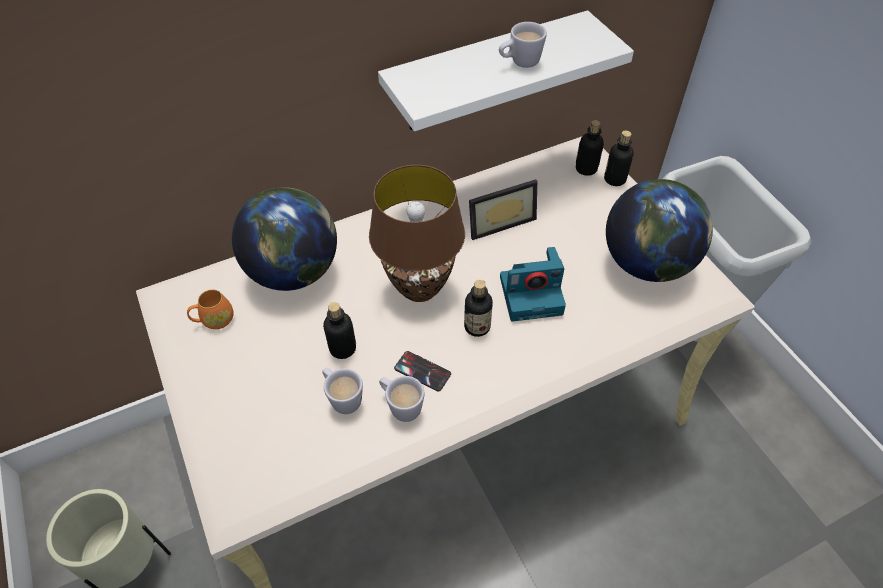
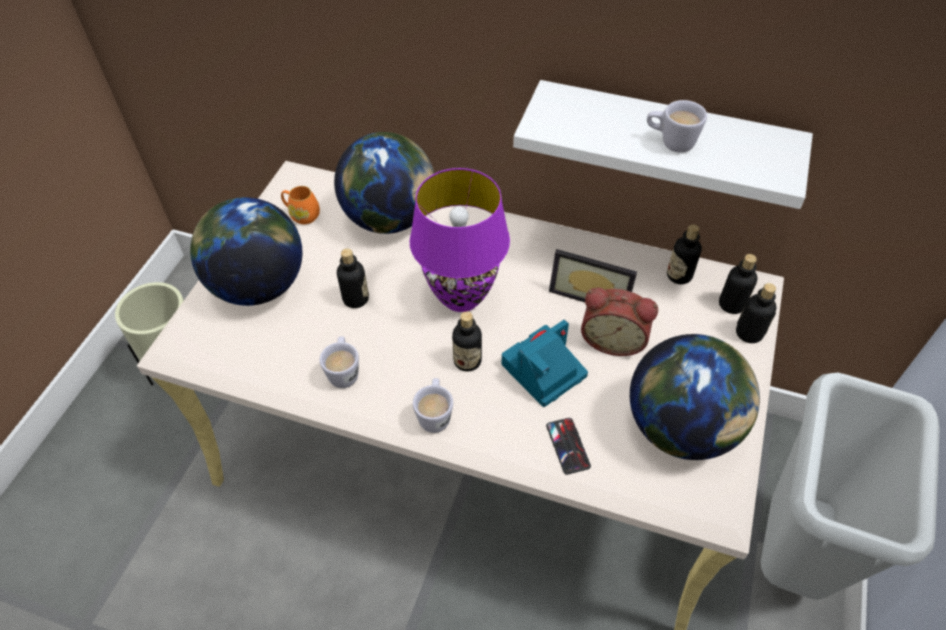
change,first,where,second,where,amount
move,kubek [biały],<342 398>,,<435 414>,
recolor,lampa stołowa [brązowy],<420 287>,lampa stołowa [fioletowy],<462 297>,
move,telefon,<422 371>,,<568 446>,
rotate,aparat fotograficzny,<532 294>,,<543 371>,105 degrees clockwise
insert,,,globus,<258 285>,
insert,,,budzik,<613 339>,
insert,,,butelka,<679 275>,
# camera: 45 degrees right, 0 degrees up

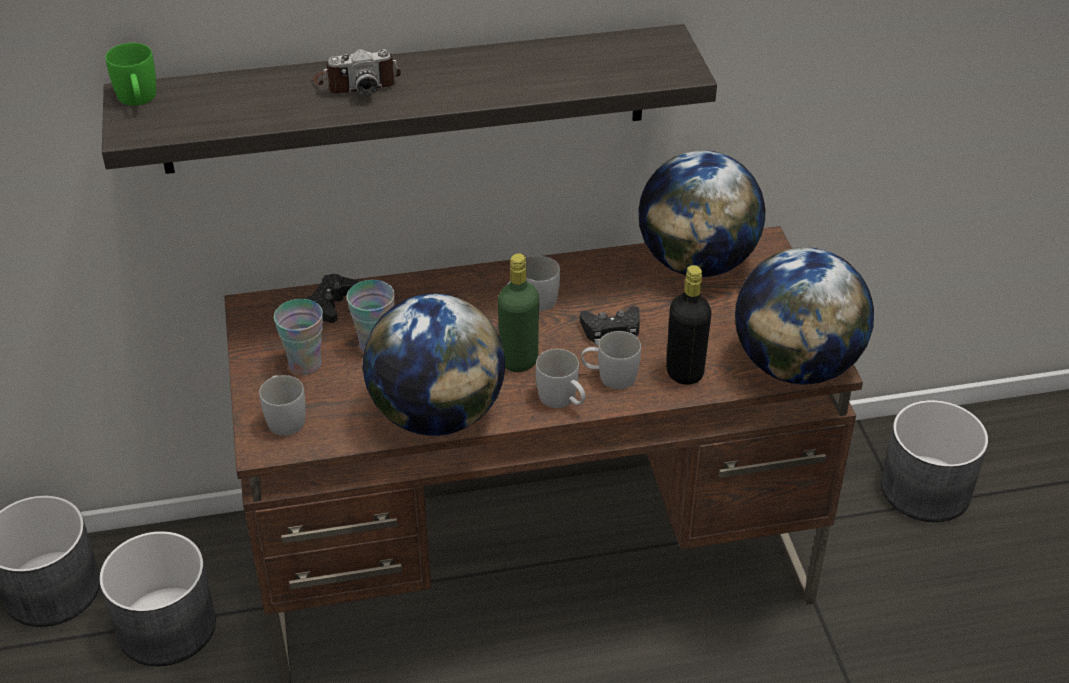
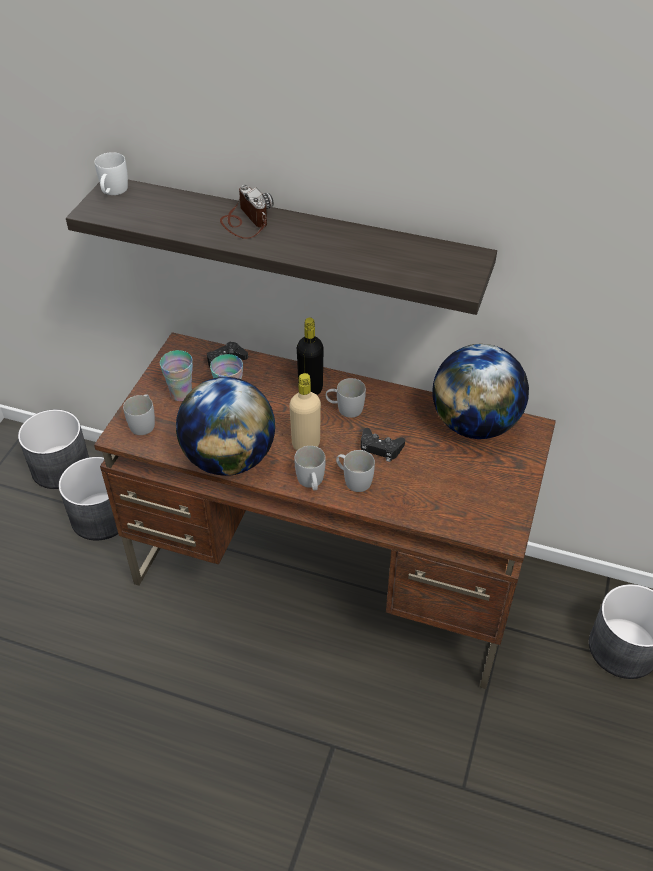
change,first,where,second,where,amount
recolor,kubek [zielony],<138 100>,kubek [biały],<113 192>,
rotate,aparat fotograficzny,<357 82>,,<245 221>,135 degrees counterclockwise
recolor,butelka [zielony],<519 361>,butelka [beżowy],<306 444>,
move,butelka [czarny],<684 373>,,<310 388>,
delete,globus,<796 366>,,,
# camera: 30 degrees right, 5 degrees up

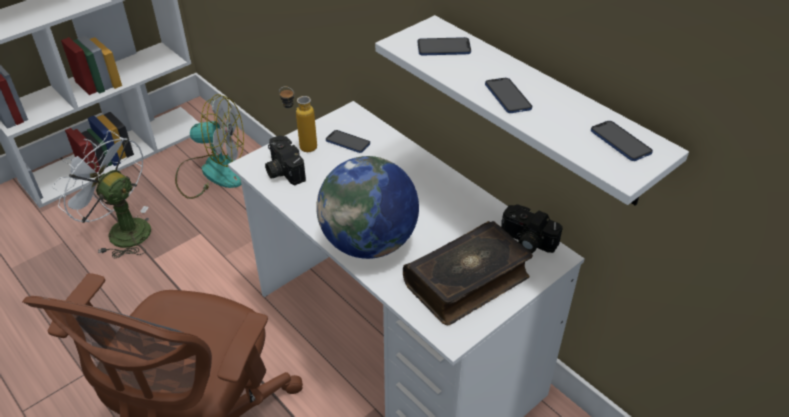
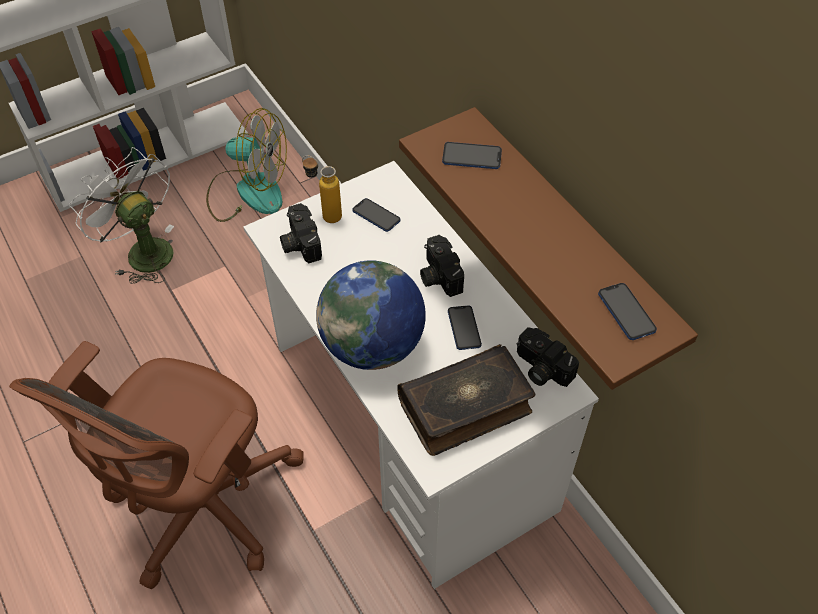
change,first,where,second,where,amount
recolor,półka [biały],<541 110>,półka [brązowy],<569 240>,
move,telefon,<507 97>,,<464 328>,
insert,,,aparat fotograficzny,<437 275>,
# camera: 10 degrees right, 10 degrees up

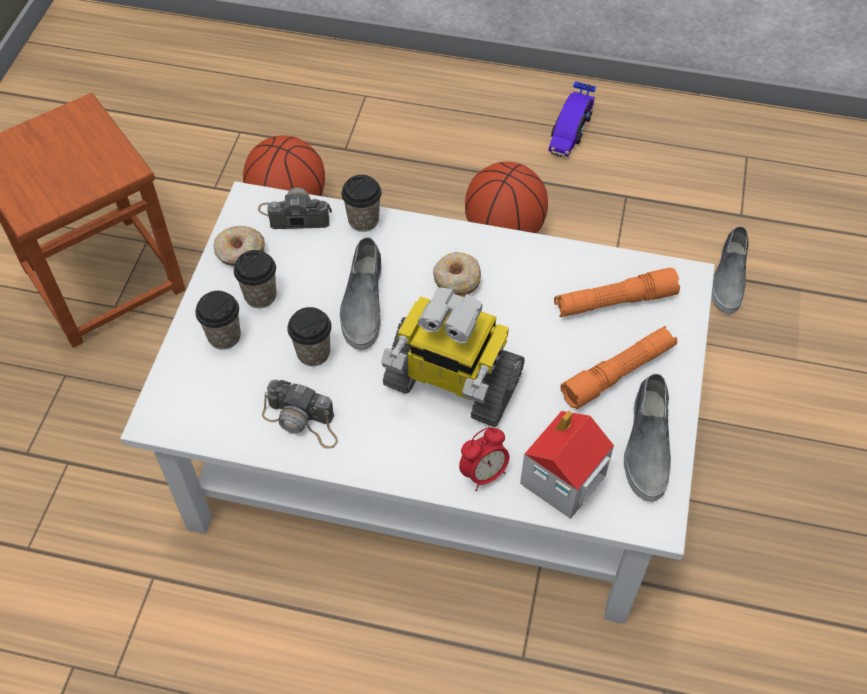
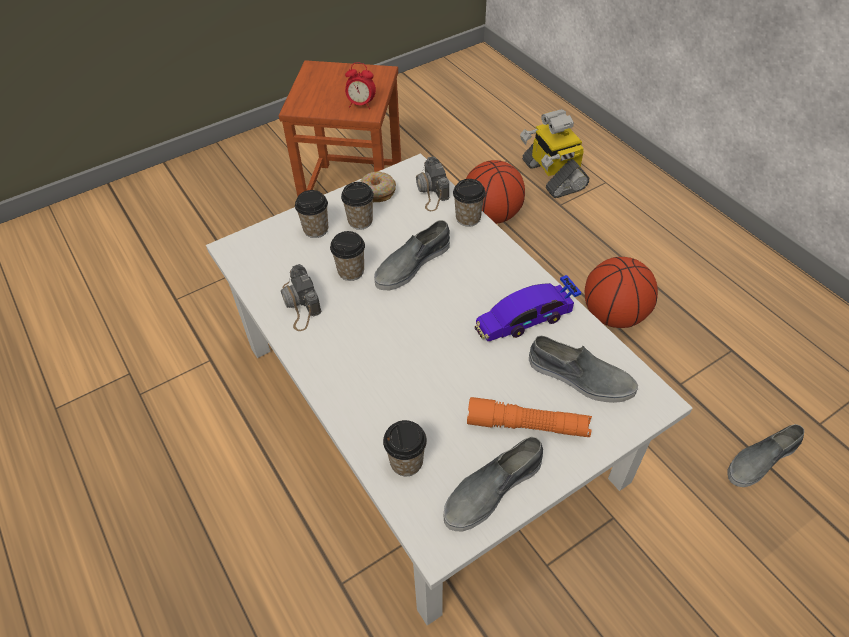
change,first,where,second,where,amount
rotate,aparat fotograficzny,<294 215>,,<431 190>,150 degrees counterclockwise
move,robot zabawkowy,<451 382>,,<552 175>,
delete,donut,<456 280>,,,
move,budzik,<483 473>,,<361 104>,
replace,domek,<562 480>,filiżanka,<406 462>,
move,samochodzik,<570 129>,,<525 319>,
replace,latarka [pomarańczowy],<614 302>,but [szary],<580 377>,
# camera: 45 degrees right, 5 degrees down

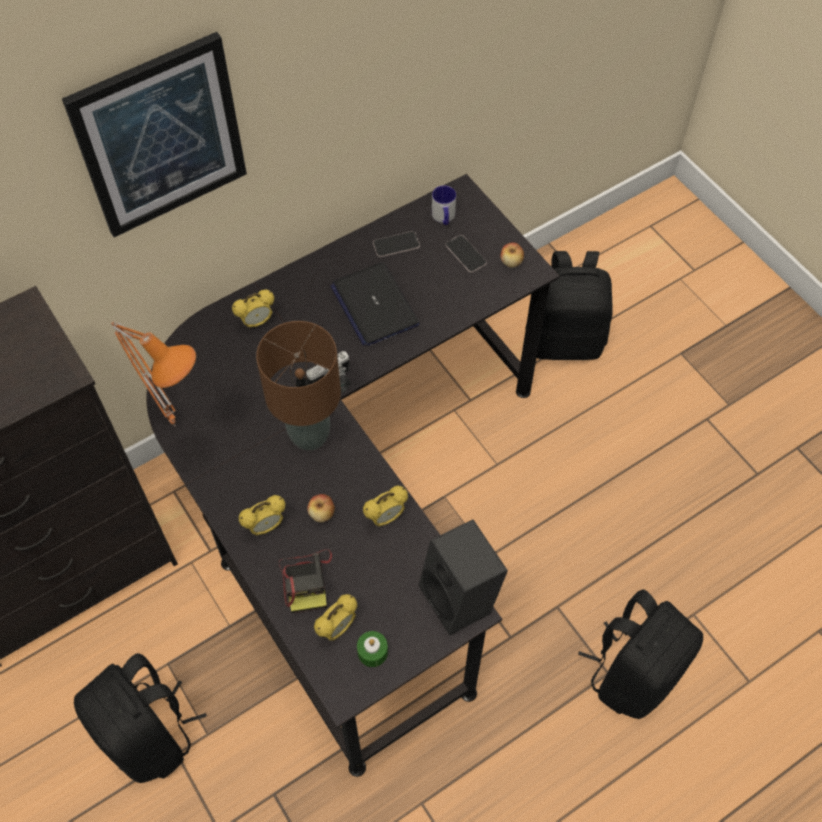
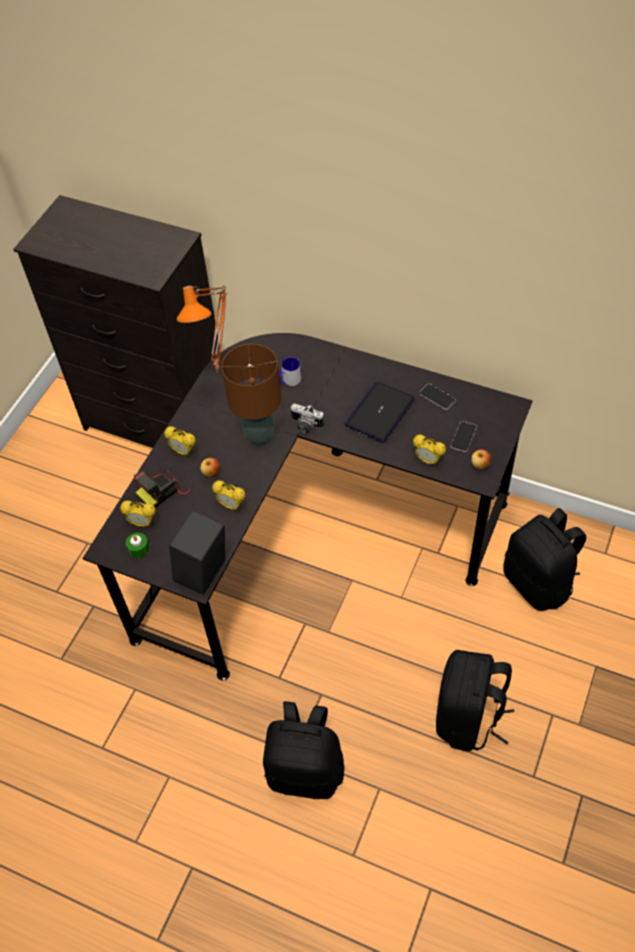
change,first,where,second,where,amount
delete,obraz,<160 137>,,,
move,plecak [czarny],<150 734>,,<468 718>,
move,budzik,<257 322>,,<428 460>,
move,kubek,<444 217>,,<289 381>,
# camera: 60 degrees right, 5 degrees down

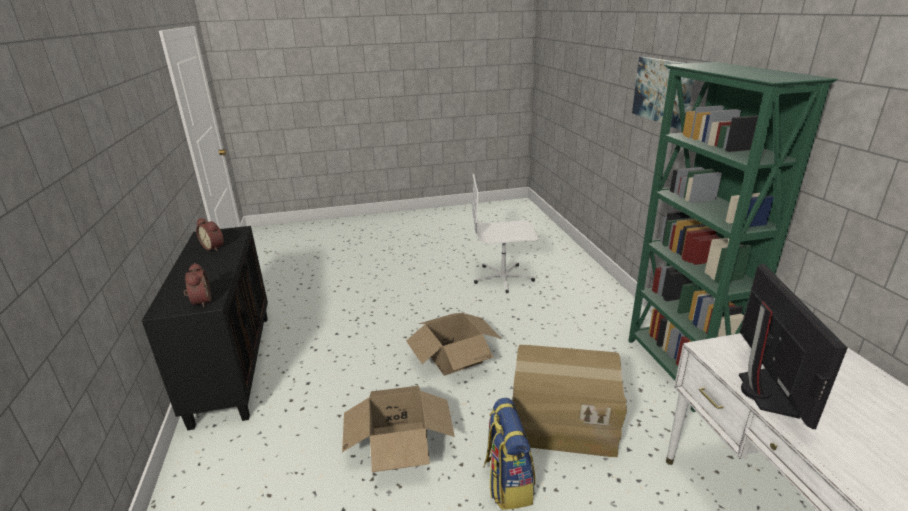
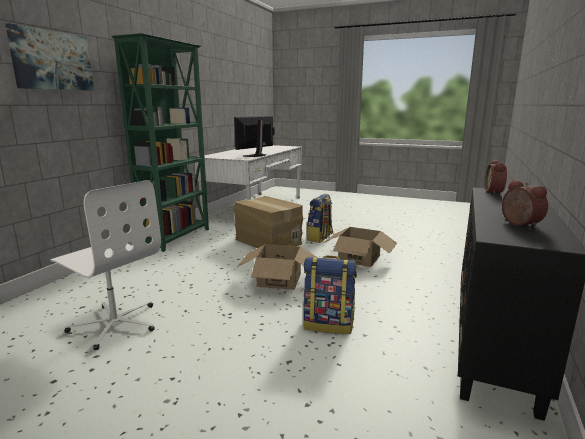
change,first,where,second,where,amount
insert,,,plecak,<329 324>,
# camera: 145 degrees left, 10 degrees down

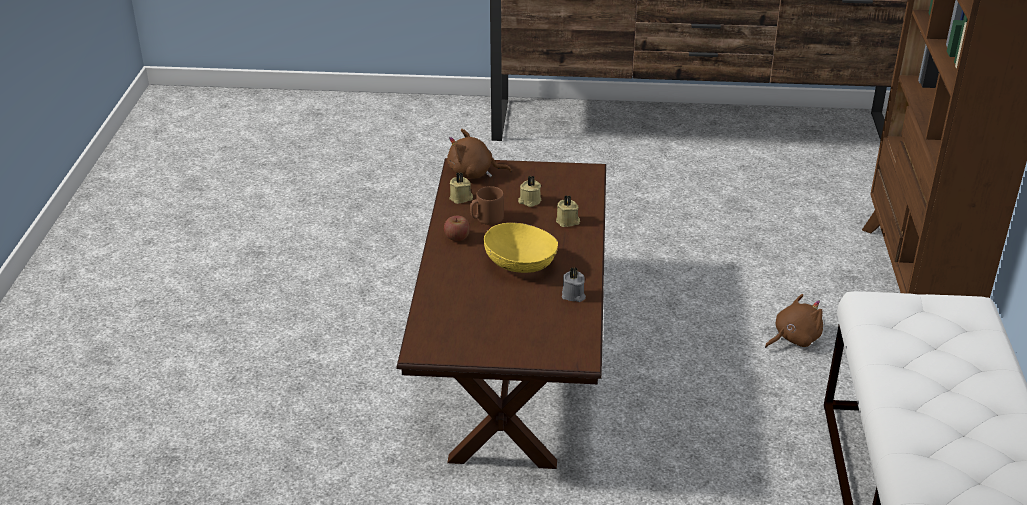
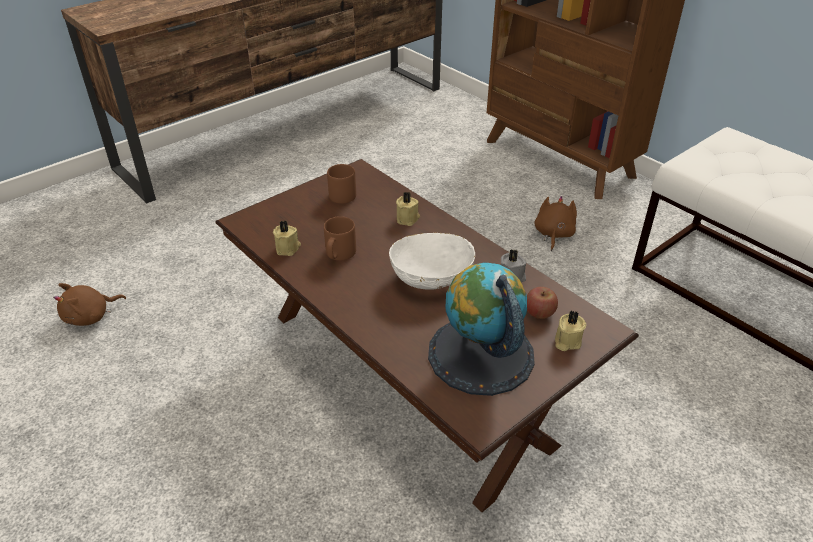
change,first,where,second,where,amount
move,jabłko,<457 237>,,<539 313>,
move,pluszak [brązowy],<474 173>,,<91 316>,
recolor,miska [żółty],<521 265>,miska [biały],<431 278>,
move,świeca [beżowy],<529 201>,,<566 341>,
insert,,,kubek [brązowy],<343 194>,
insert,,,globus,<480 354>,
# camera: 45 degrees left, 5 degrees up

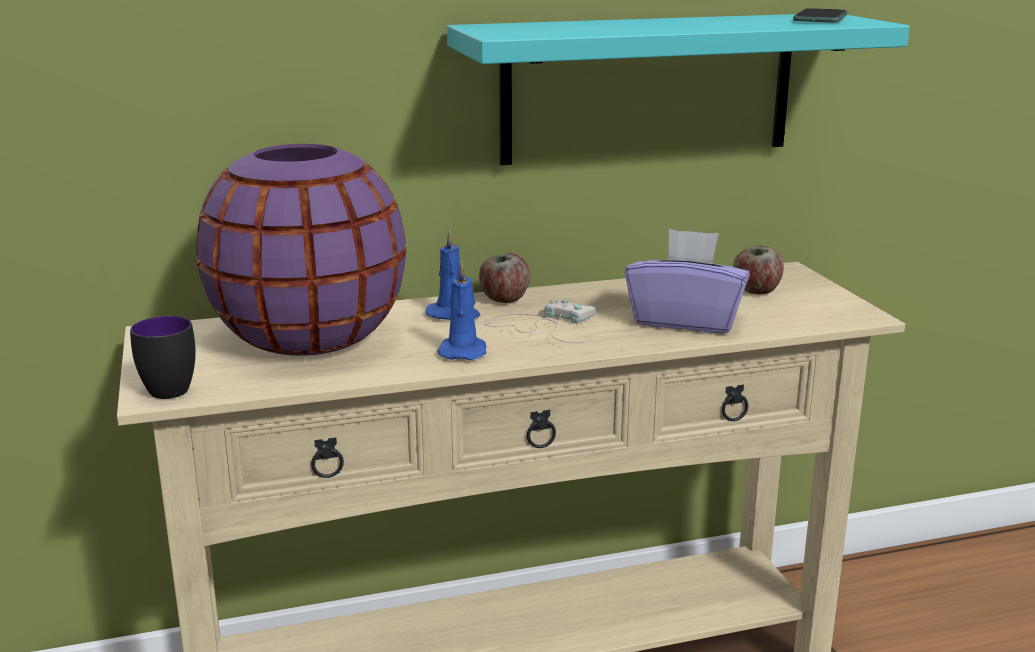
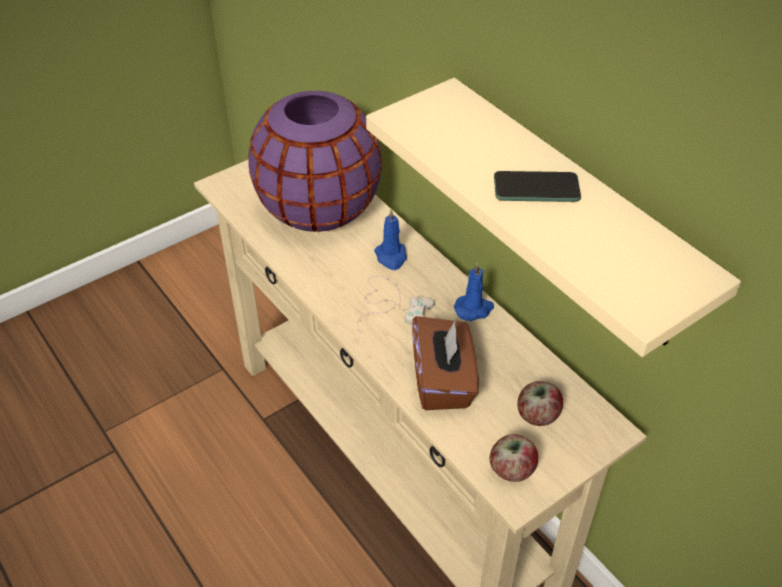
change,first,where,second,where,amount
delete,kubek,<172 386>,,,
move,świeca [niebieski],<463 351>,,<474 309>,
recolor,półka [turkusowy],<648 88>,półka [beżowy],<571 215>,
move,jabłko,<504 299>,,<512 469>,
recolor,pudełko chusteczek [fioletowy],<686 320>,pudełko chusteczek [brązowy],<443 381>,
move,telefon,<820 18>,,<536 188>,
# camera: 70 degrees right, 25 degrees up

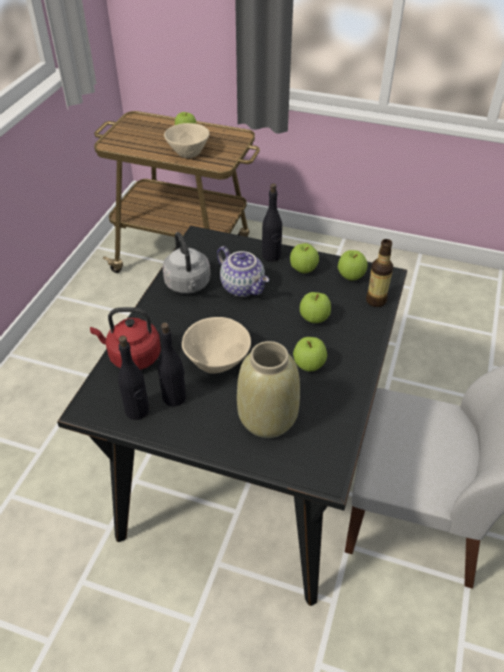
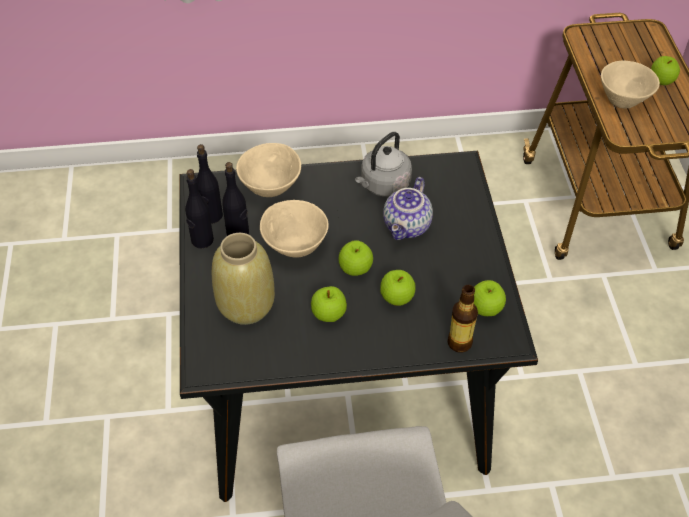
change,first,where,second,where,amount
replace,czajnik [czerwony],<132 356>,miska [beżowy],<269 186>,
move,butelka [czarny],<271 256>,,<202 240>,
move,jabłko,<303 269>,,<355 269>,
# camera: 65 degrees right, 5 degrees up

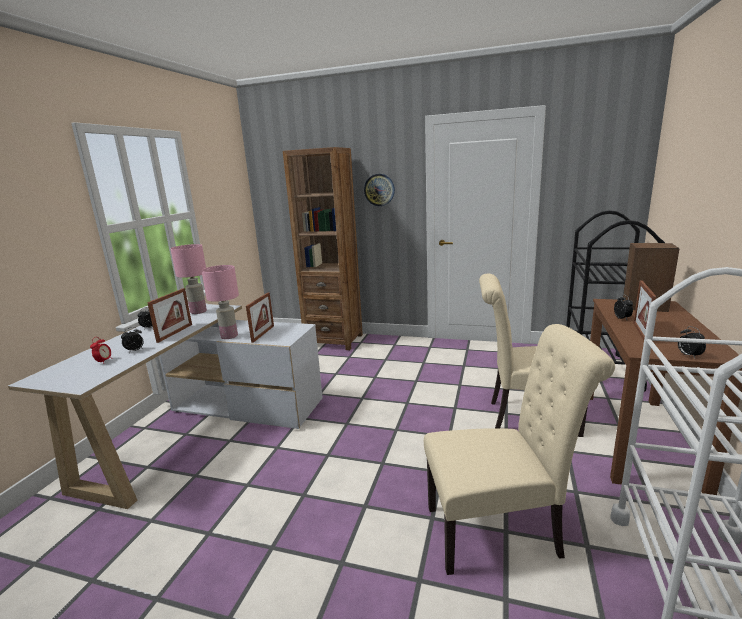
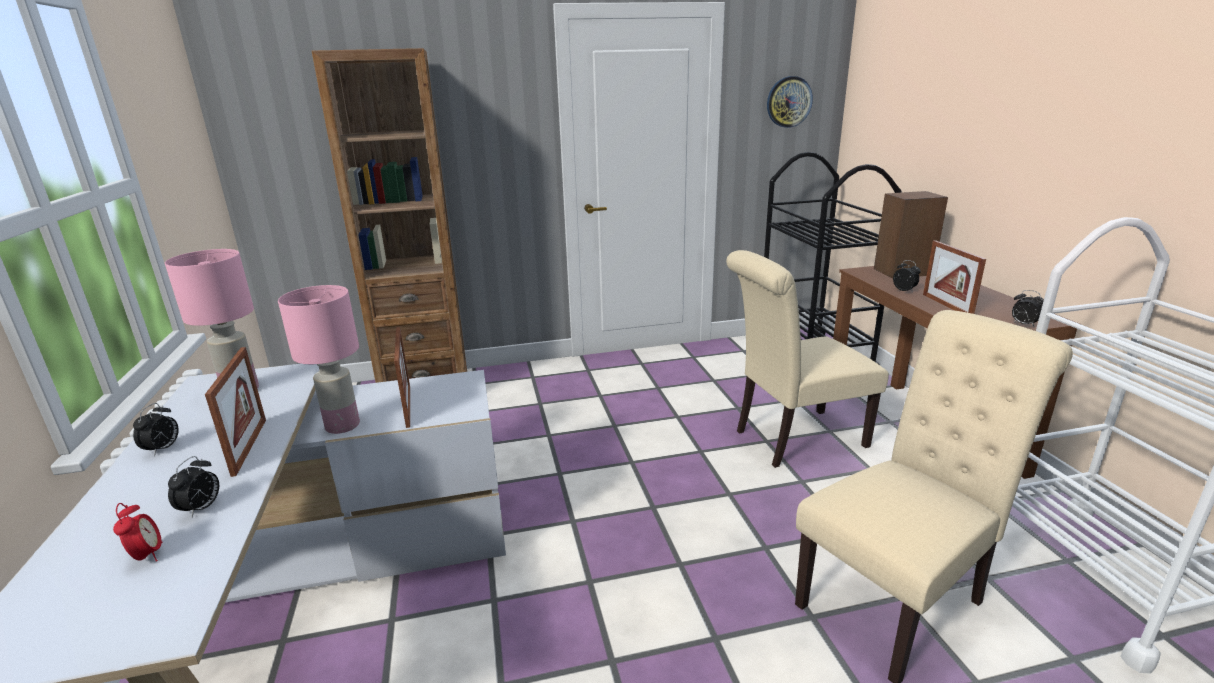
change,first,where,second,where,amount
move,zegar ścienny,<379 190>,,<789 102>,
# camera: 30 degrees left, 5 degrees up

